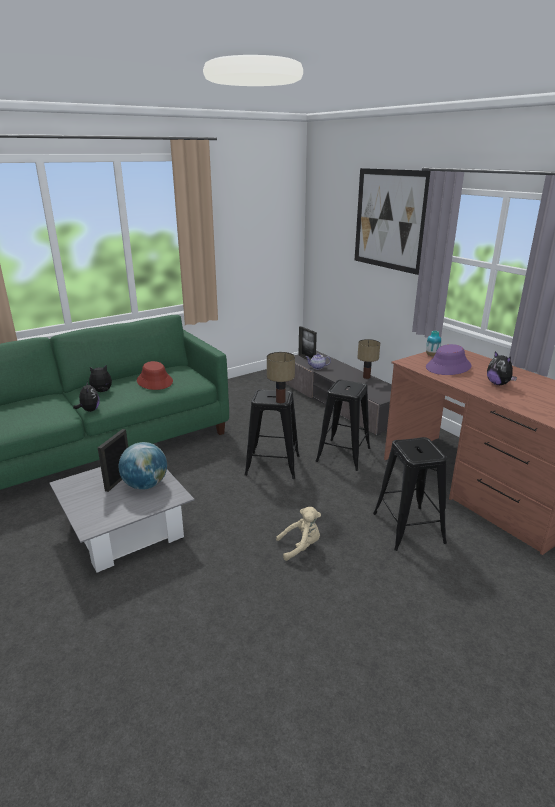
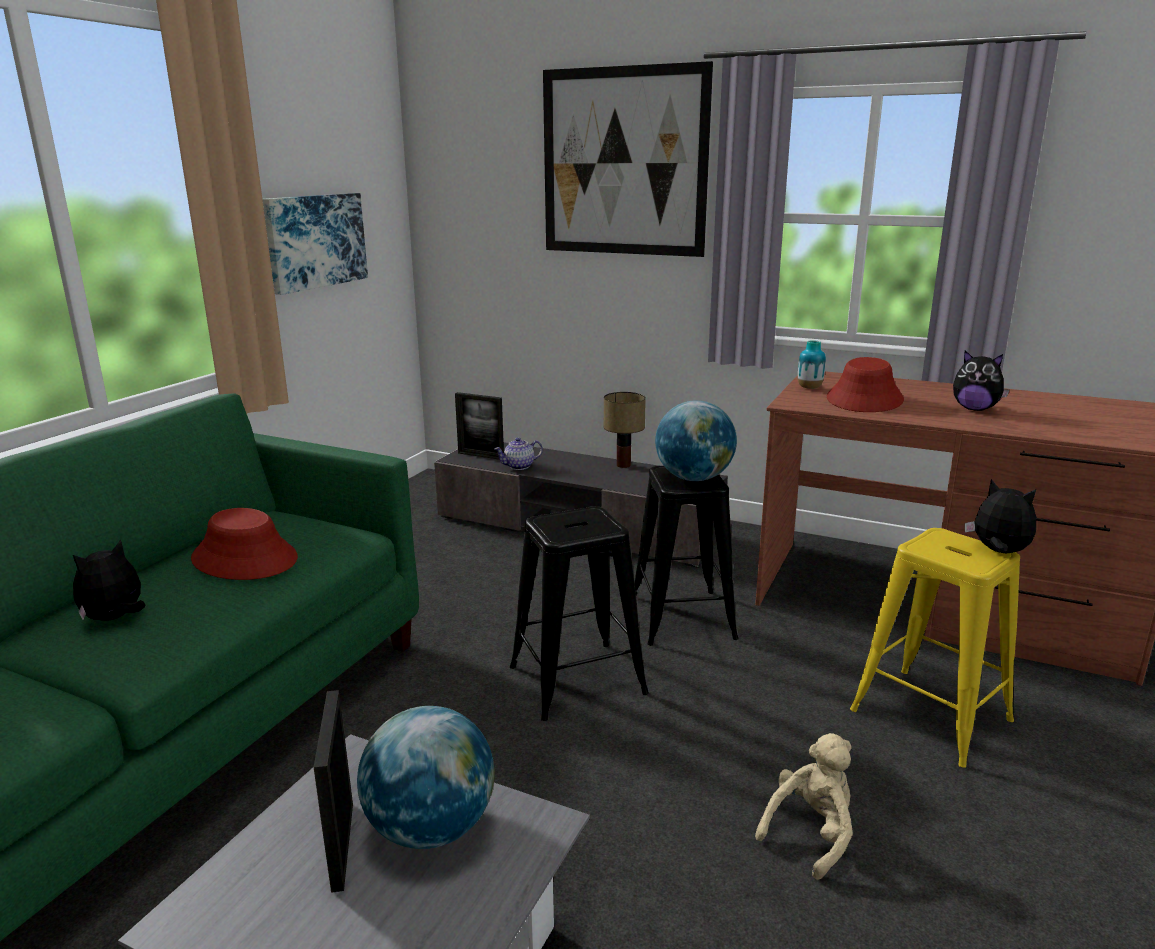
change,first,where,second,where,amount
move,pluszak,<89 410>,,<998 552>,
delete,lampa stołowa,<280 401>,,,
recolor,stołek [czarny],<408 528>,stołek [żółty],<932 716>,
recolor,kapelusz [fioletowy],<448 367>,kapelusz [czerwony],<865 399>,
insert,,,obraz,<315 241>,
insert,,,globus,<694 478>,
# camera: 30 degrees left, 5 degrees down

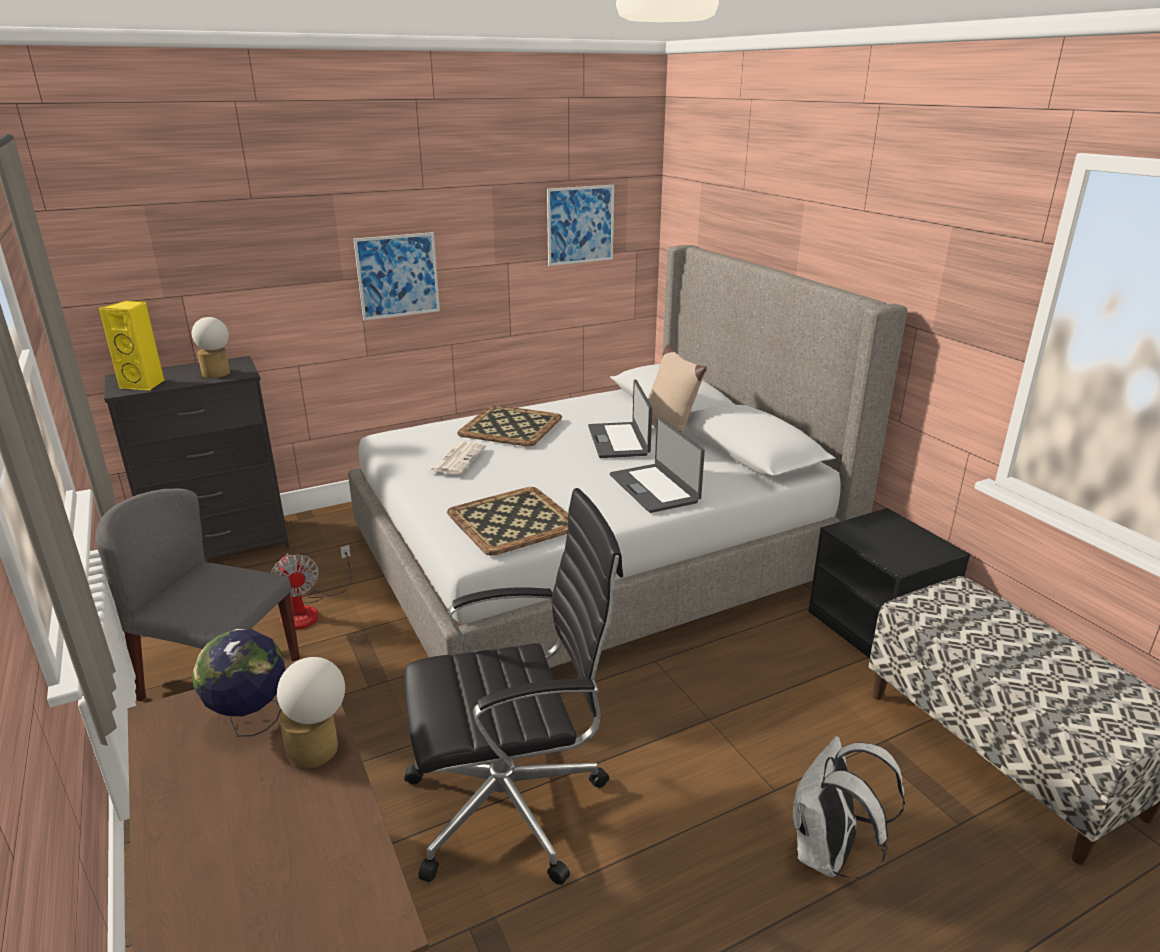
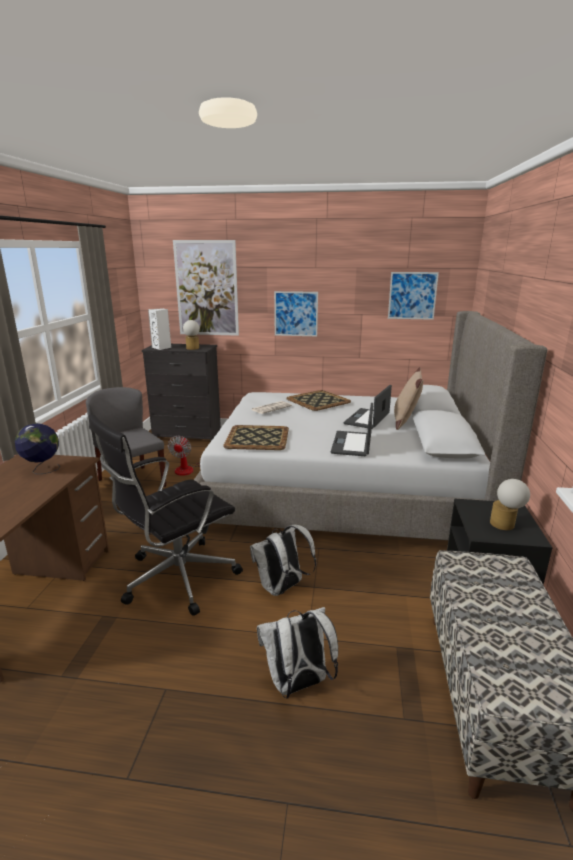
change,first,where,second,where,amount
recolor,głośnik [żółty],<144 384>,głośnik [biały],<162 348>,
move,lampa stołowa,<319 752>,,<505 525>,
rotate,krzesło biurowe [czarny],<512 805>,,<176 578>,120 degrees clockwise
insert,,,obraz,<206 288>,
insert,,,plecak [biały],<282 588>,
# camera: 35 degrees right, 5 degrees down

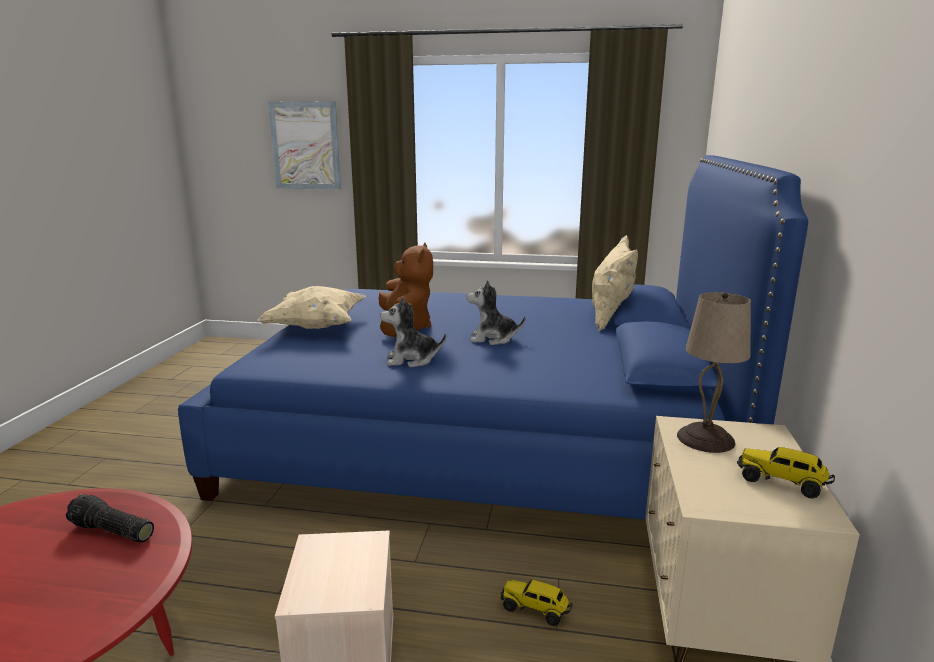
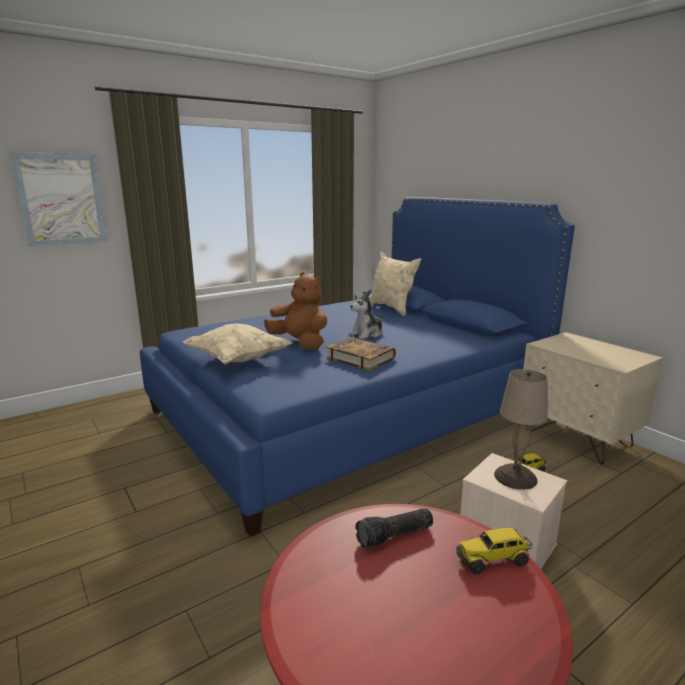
change,first,where,second,where,amount
replace,pluszak,<411 360>,książka,<361 358>,
move,lampa stołowa [beżowy],<706 438>,,<515 476>,
move,ciężarówka zabawkowa,<782 482>,,<493 560>,
# camera: 45 degrees left, 0 degrees up

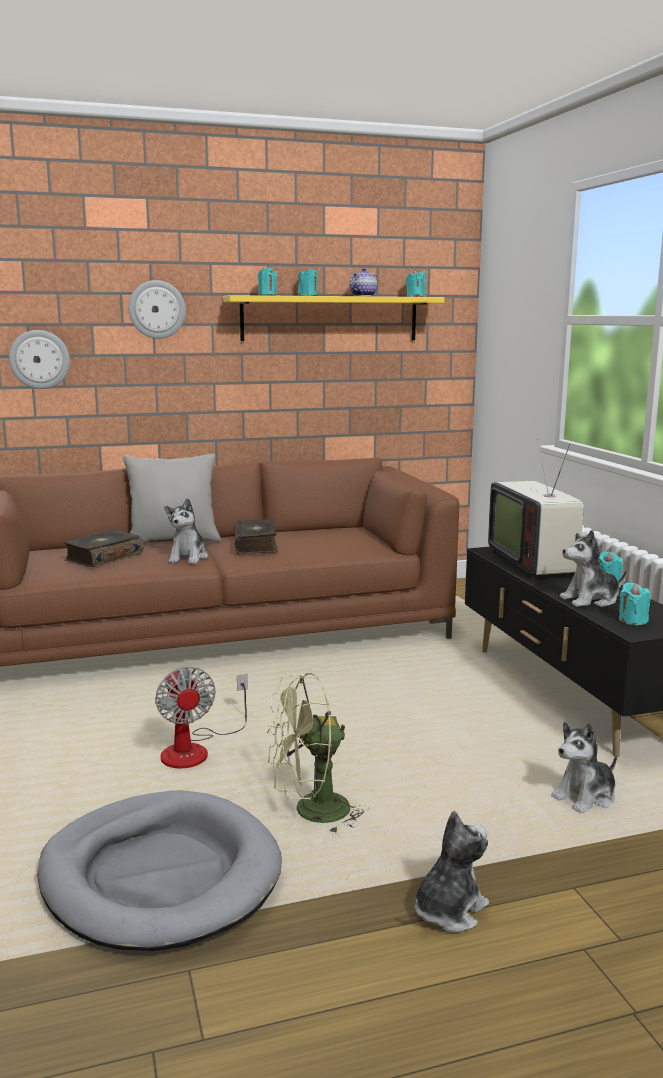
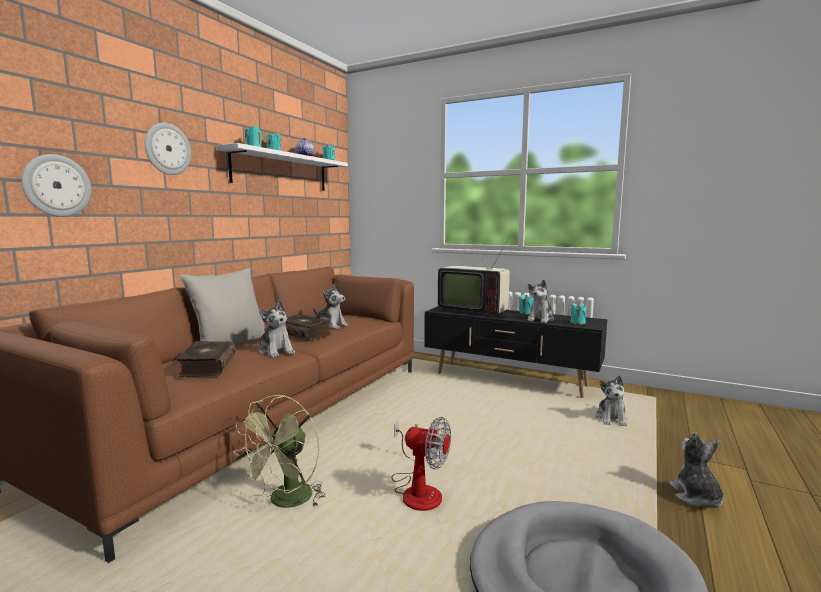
change,first,where,second,where,amount
recolor,półka [żółty],<330 318>,półka [biały],<281 171>,
move,wentylator [zielony],<311 813>,,<286 502>,
insert,,,pluszak,<330 325>,
# camera: 45 degrees left, 5 degrees down

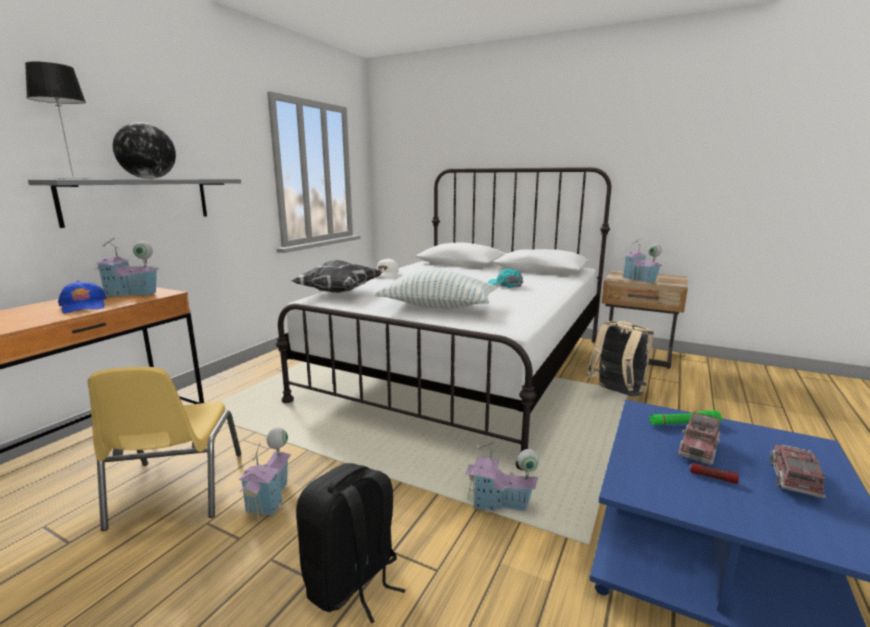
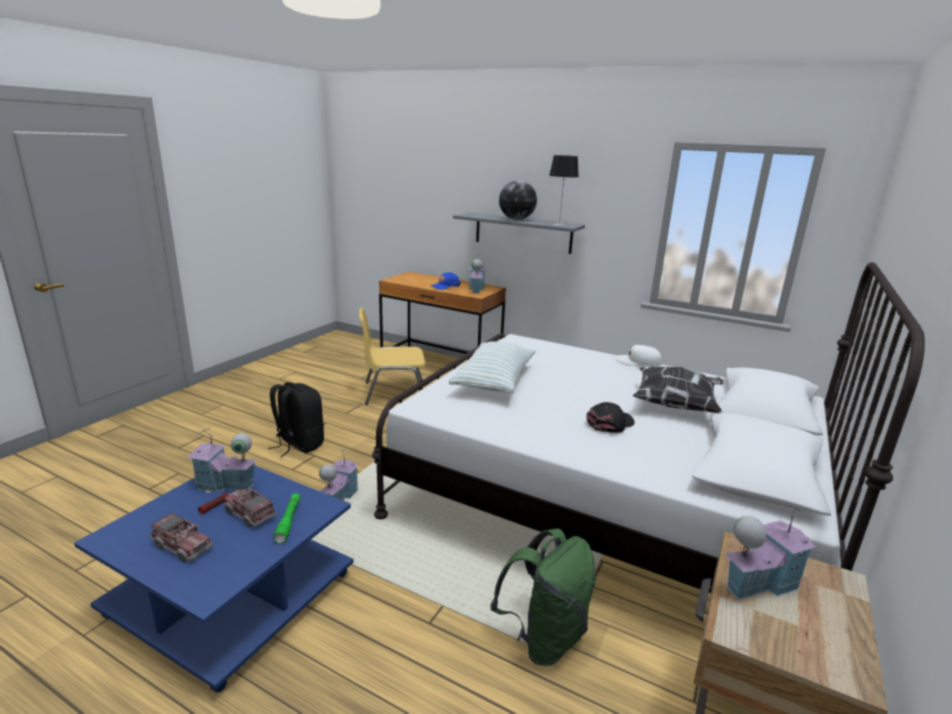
change,first,where,second,where,amount
move,lampa stołowa,<73 179>,,<559 224>,
move,domek,<271 498>,,<225 485>,
move,poduszka,<338 292>,,<676 405>,
recolor,czapka z daszkiem [turkusowy],<505 284>,czapka z daszkiem [czarny],<610 423>,
recolor,plecak [beżowy],<616 393>,plecak [zielony],<544 638>,
# camera: 90 degrees right, 5 degrees up

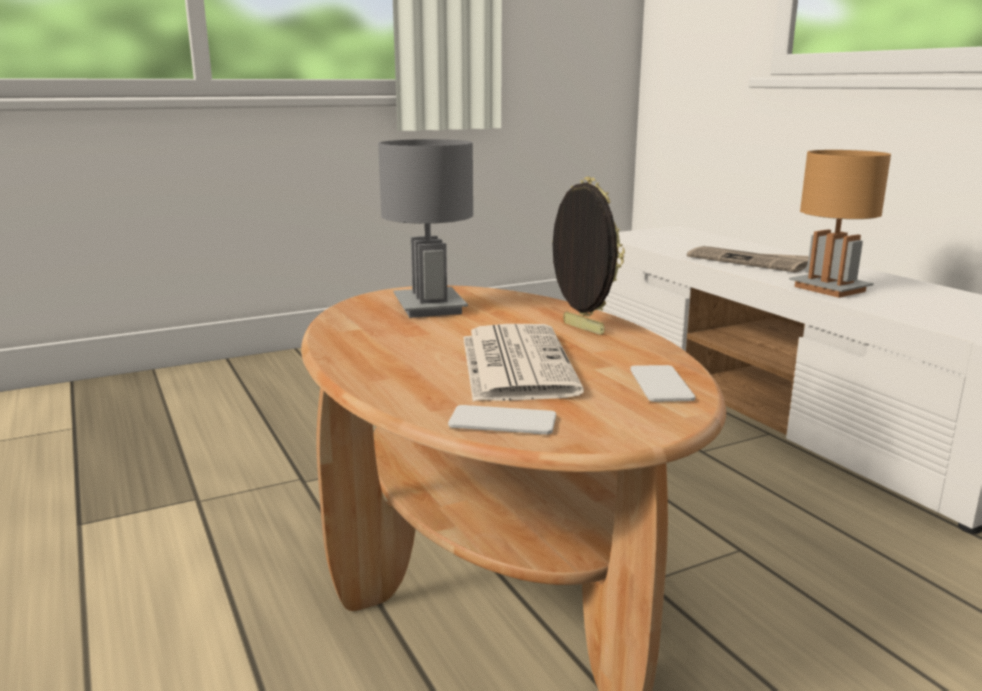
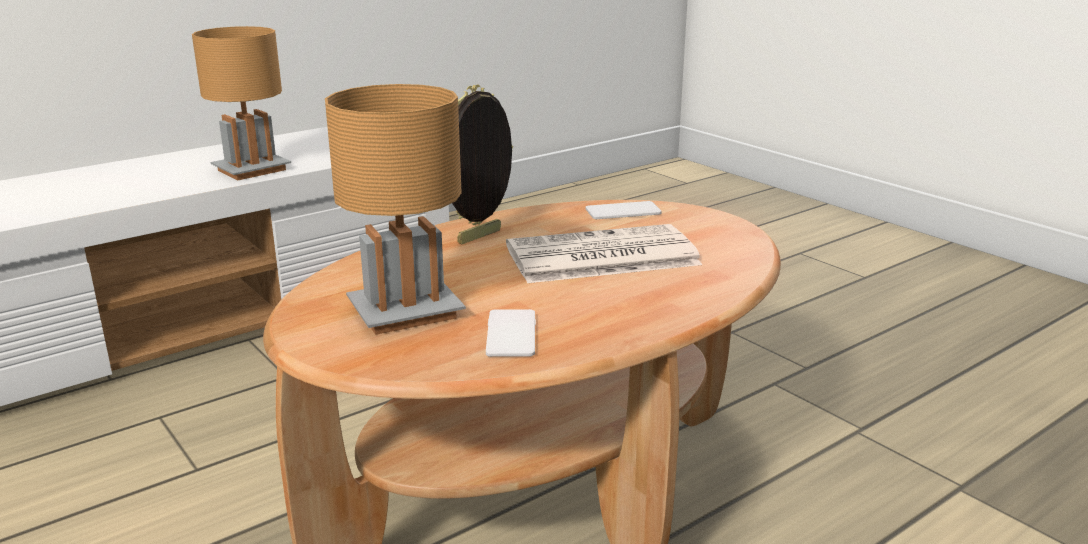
change,first,where,second,where,amount
recolor,lampa stołowa [szary],<430 307>,lampa stołowa [brązowy],<405 311>,
move,telefon,<502 422>,,<511 334>,
delete,gazeta,<748 262>,,,
# camera: 100 degrees left, 5 degrees up

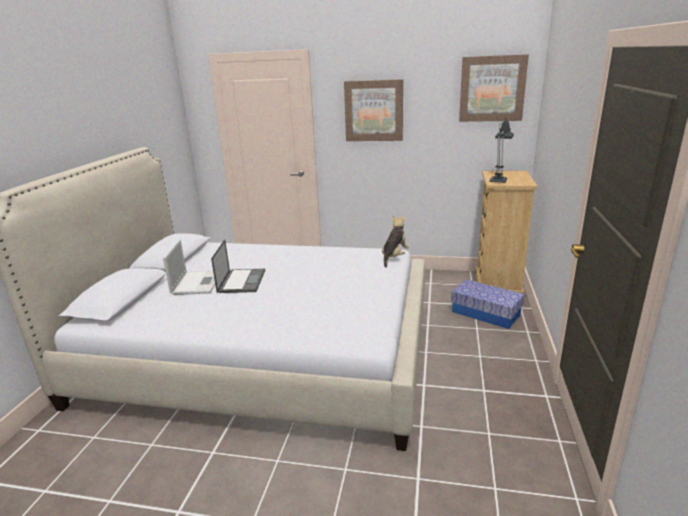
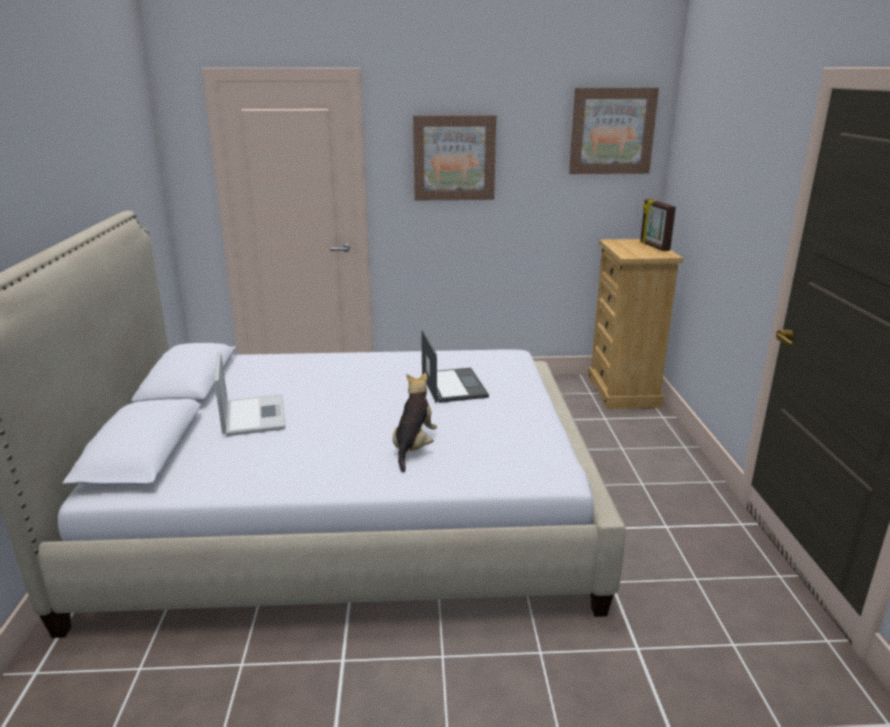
change,first,where,second,where,amount
move,laptop,<241 281>,,<453 385>,
move,pluszak,<394 257>,,<414 447>,
delete,pojemnik do przechowywania,<485 313>,,,
delete,lampa stołowa,<498 180>,,,
insert,,,ramka na zdjęcie,<653 246>,
# camera: 15 degrees left, 0 degrees up

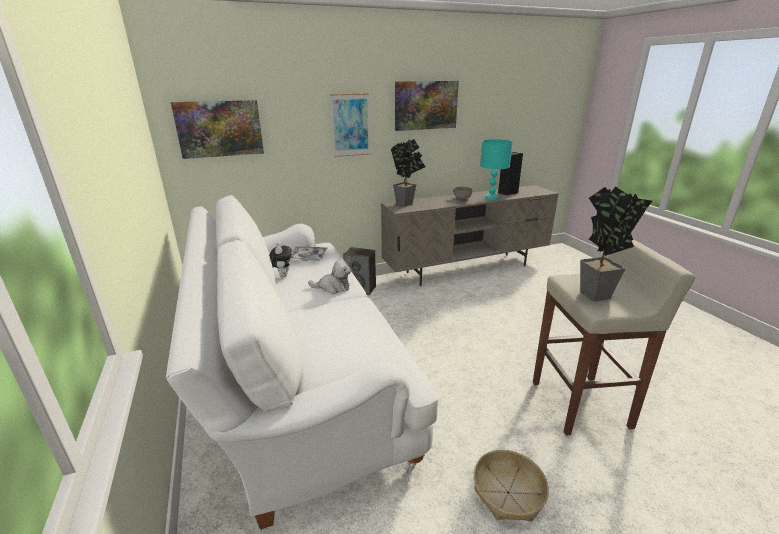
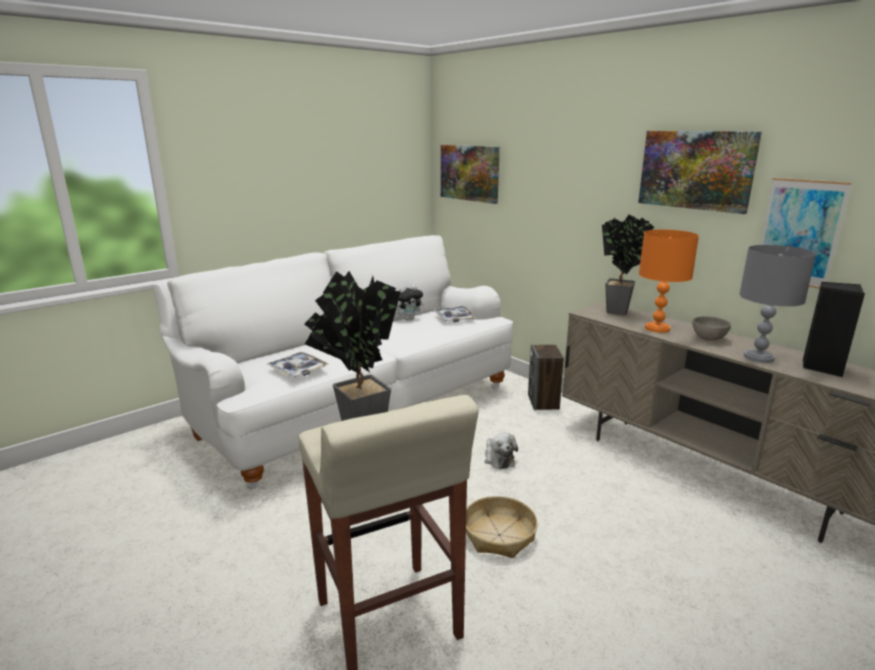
change,first,where,second,where,amount
move,pluszak,<333 287>,,<498 458>,
move,obraz,<350 125>,,<799 232>,
move,koszyk,<508 492>,,<499 535>,
recolor,lampa stołowa [turkusowy],<491 197>,lampa stołowa [szary],<759 357>,
insert,,,taca,<298 370>,
insert,,,lampa stołowa [pomarańczowy],<657 328>,
# camera: 70 degrees right, 5 degrees down

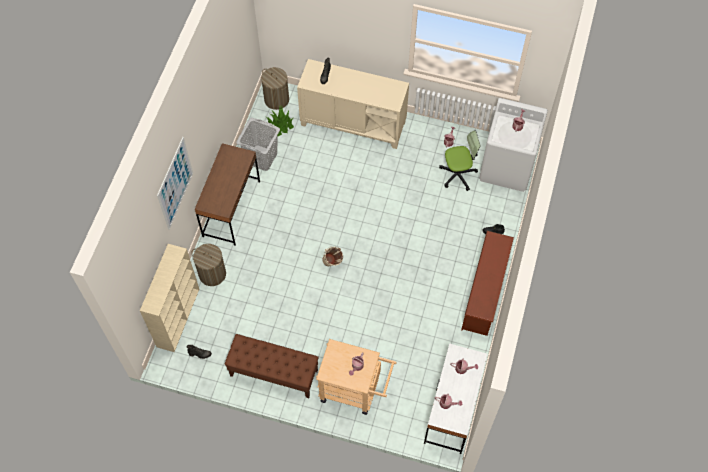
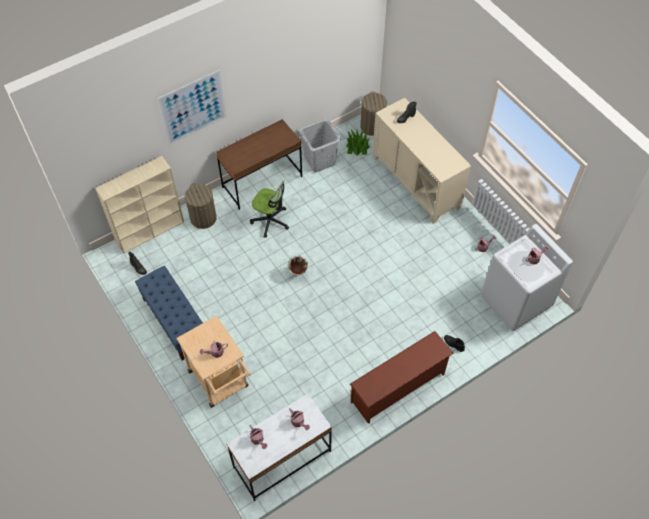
change,first,where,second,where,amount
recolor,ławka [brązowy],<273 373>,ławka [niebieski],<175 322>,
move,krzesło biurowe,<458 174>,,<270 221>,
# camera: 40 degrees right, 5 degrees down

